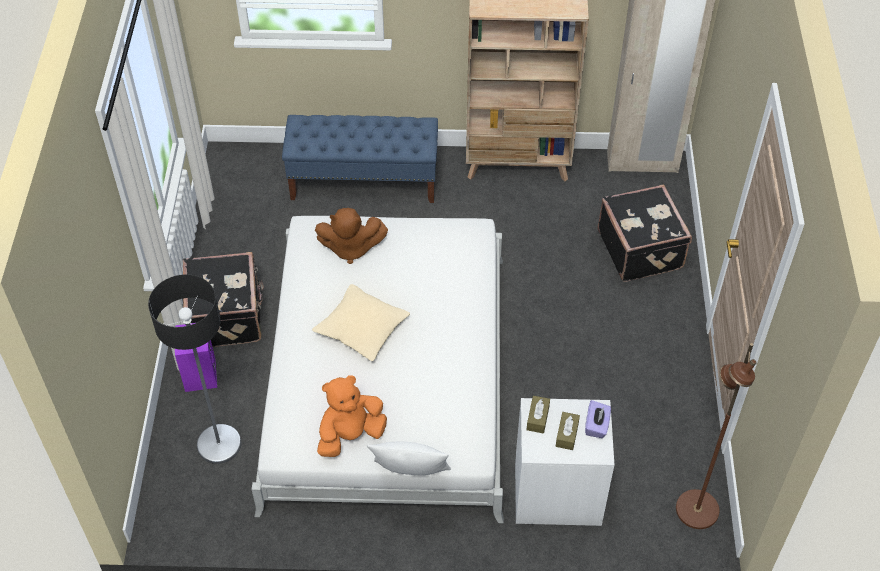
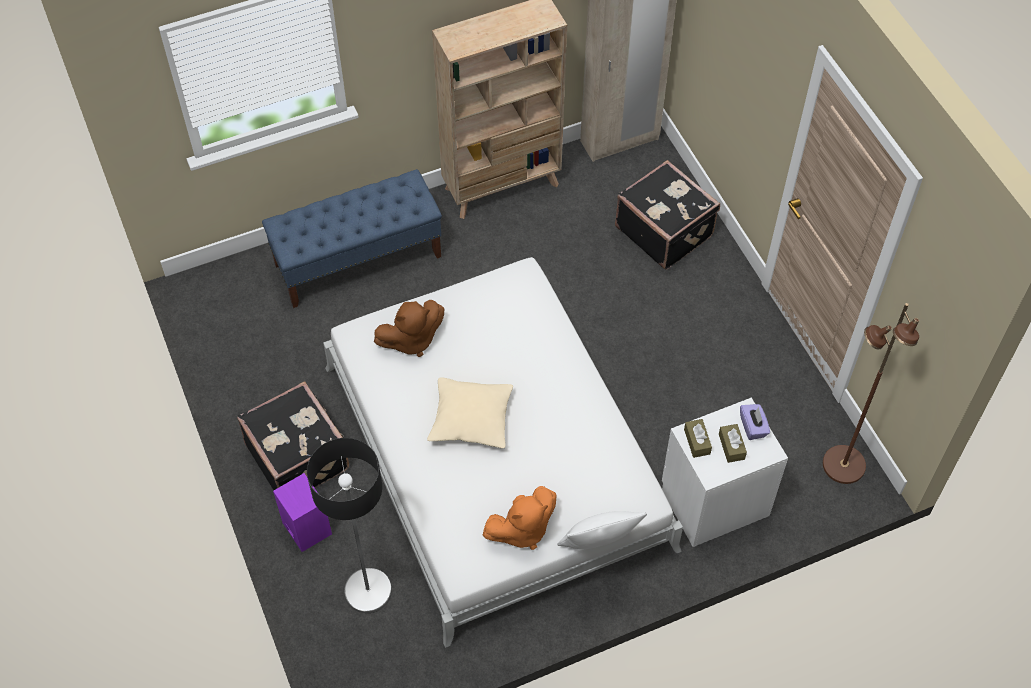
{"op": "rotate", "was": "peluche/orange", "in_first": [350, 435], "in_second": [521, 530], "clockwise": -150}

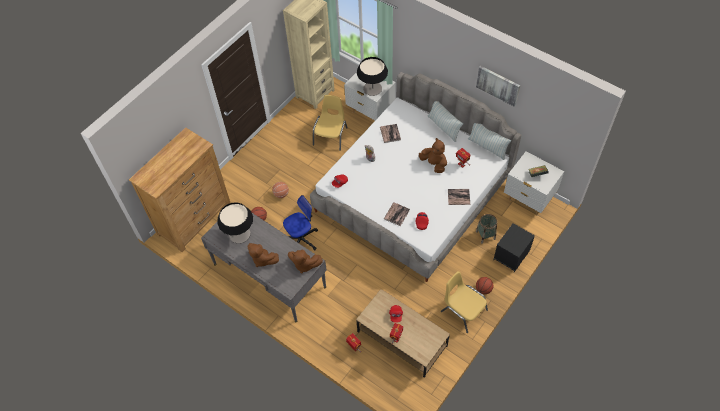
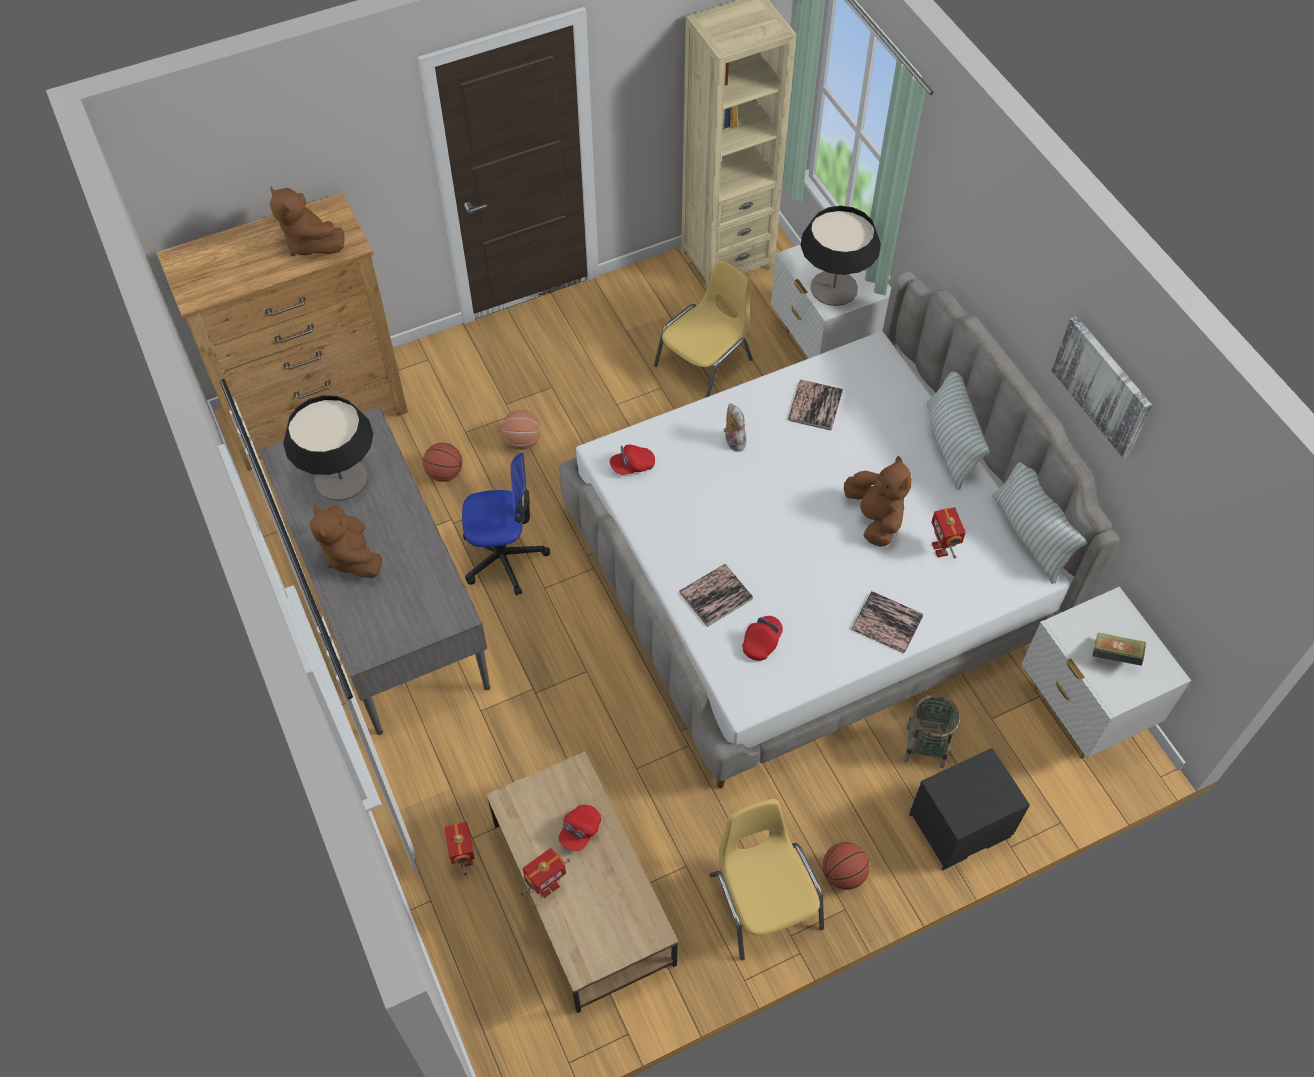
{"op": "move", "was": "peluche/marron", "in_first": [304, 264], "in_second": [310, 243]}

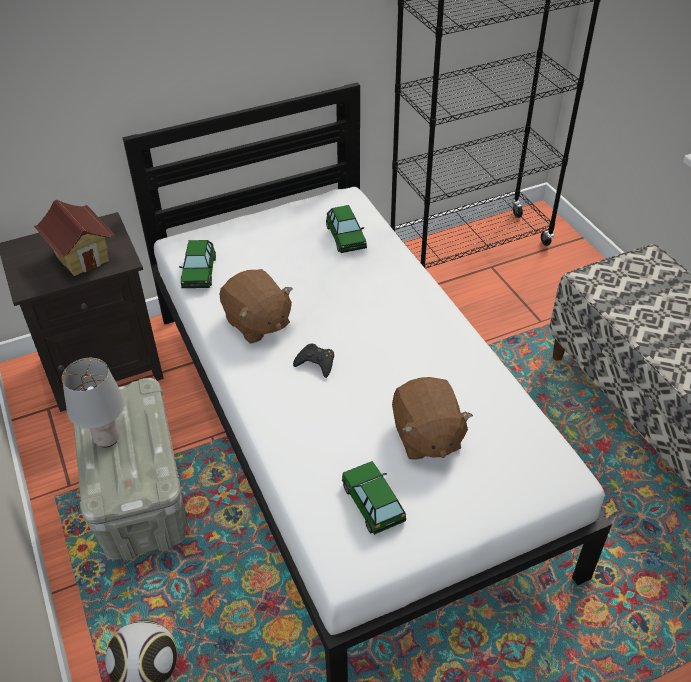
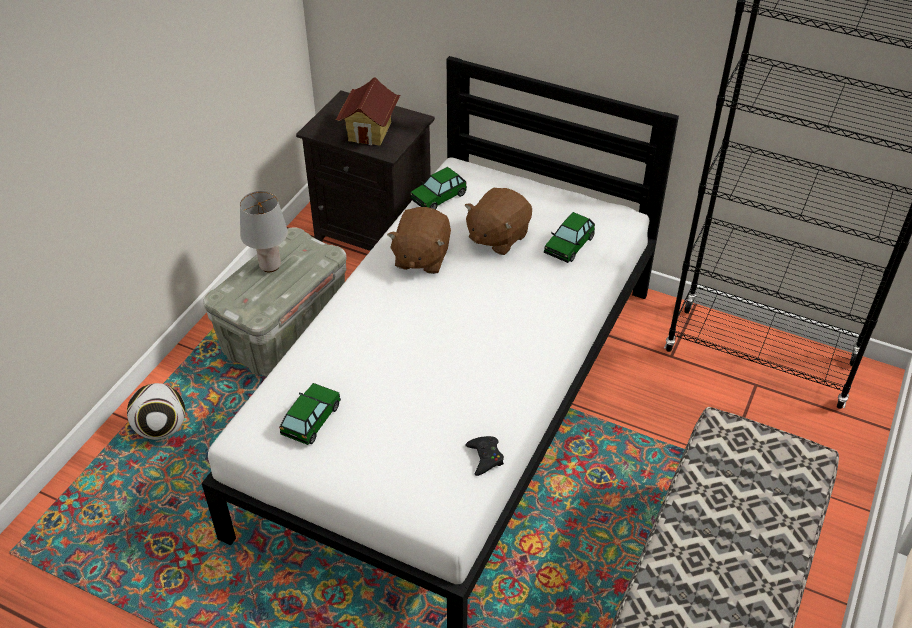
{"op": "move", "was": "manette/noir", "in_first": [316, 363], "in_second": [485, 457]}
{"op": "move", "was": "peluche/marron", "in_first": [426, 436], "in_second": [497, 237]}

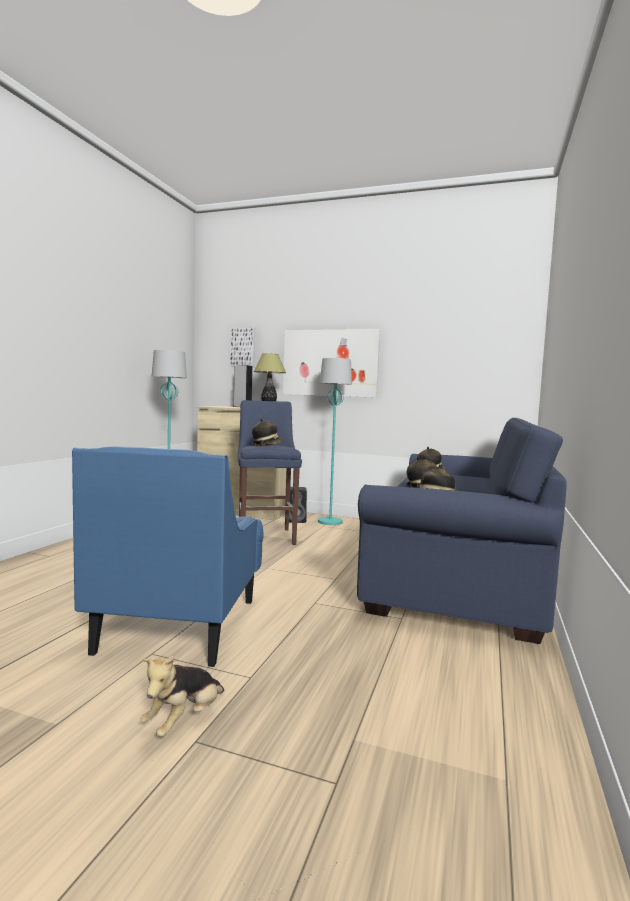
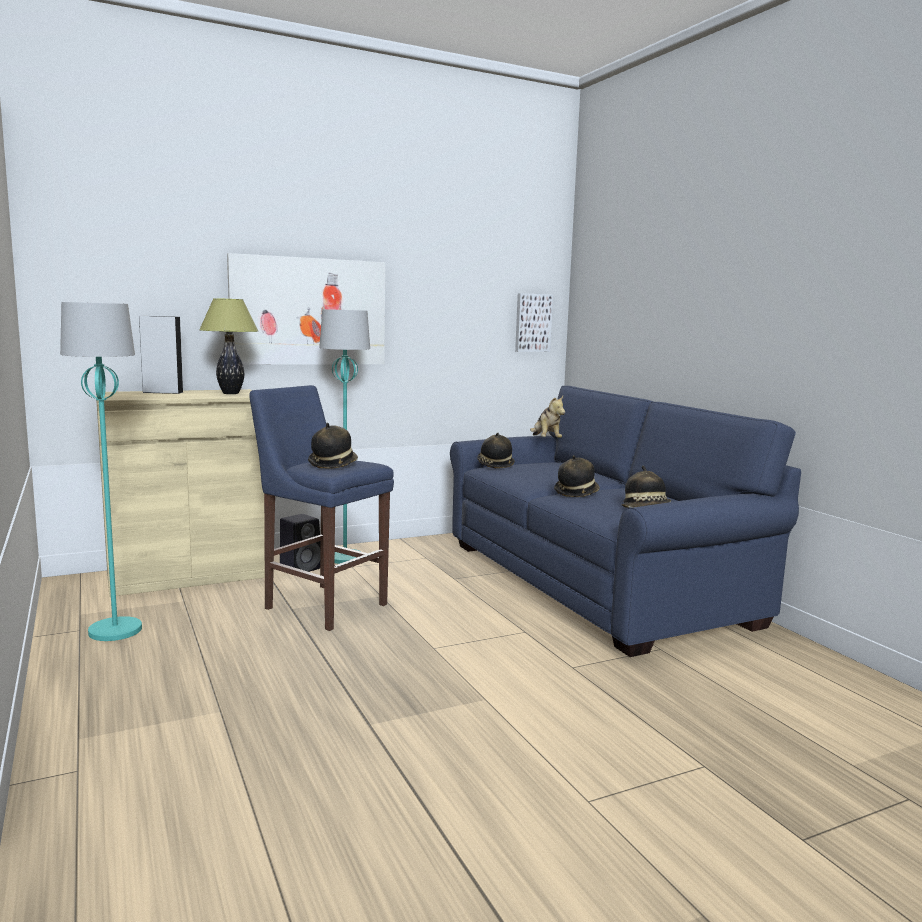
{"op": "move", "was": "tableau", "in_first": [243, 347], "in_second": [532, 322]}
{"op": "delete", "was": "fauteuil/bleu", "in_first": [181, 624]}
{"op": "move", "was": "peluche", "in_first": [183, 720], "in_second": [546, 440]}

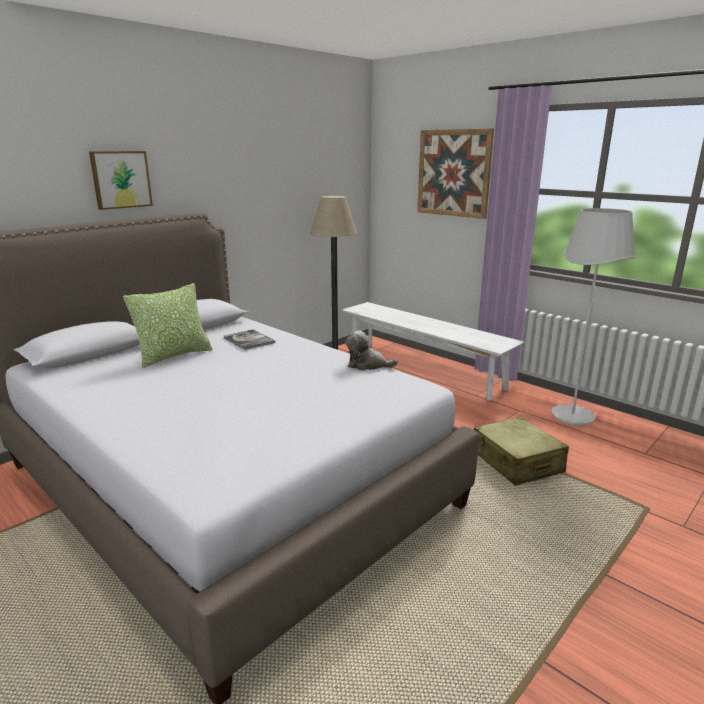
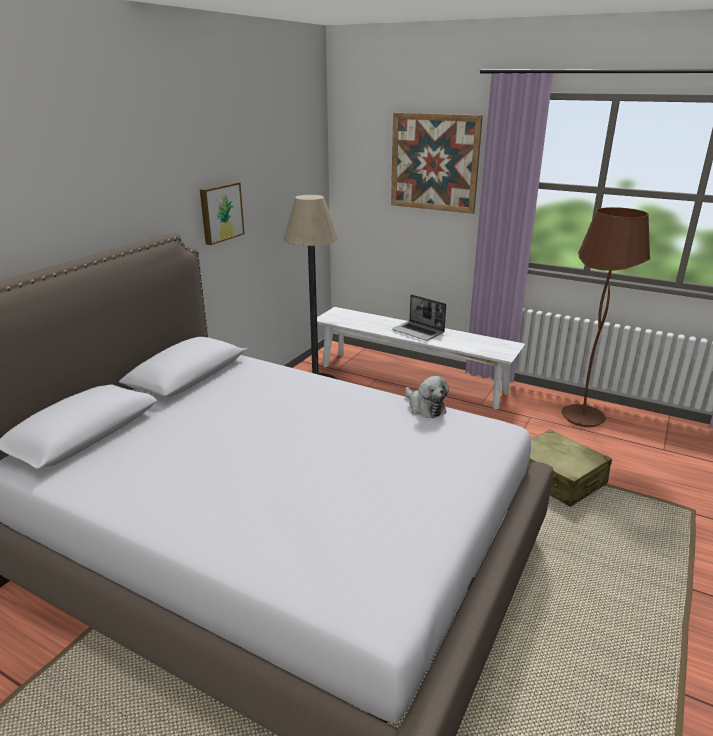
{"op": "move", "was": "tableau", "in_first": [120, 179], "in_second": [220, 212]}
{"op": "recolor", "was": "lampadaire/blanc", "now": "lampadaire/marron", "in_first": [572, 417], "in_second": [583, 418]}
{"op": "delete", "was": "coussin", "in_first": [174, 355]}
{"op": "delete", "was": "livre", "in_first": [249, 340]}
{"op": "rotate", "was": "peluche", "in_first": [367, 365], "in_second": [425, 407], "clockwise": -120}
{"op": "insert", "now": "ordinateur portable", "in_second": [418, 332]}

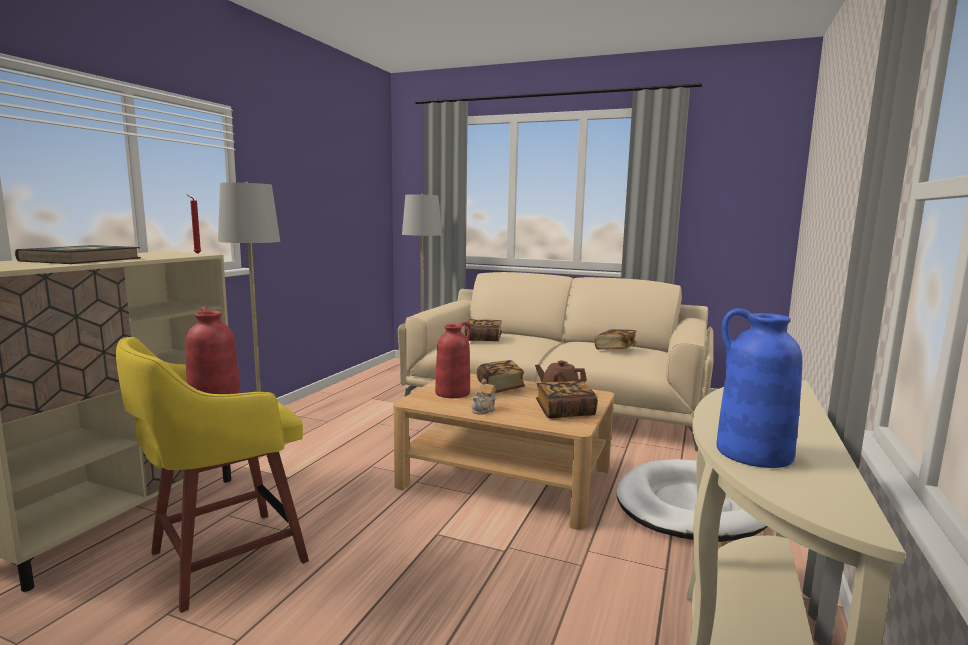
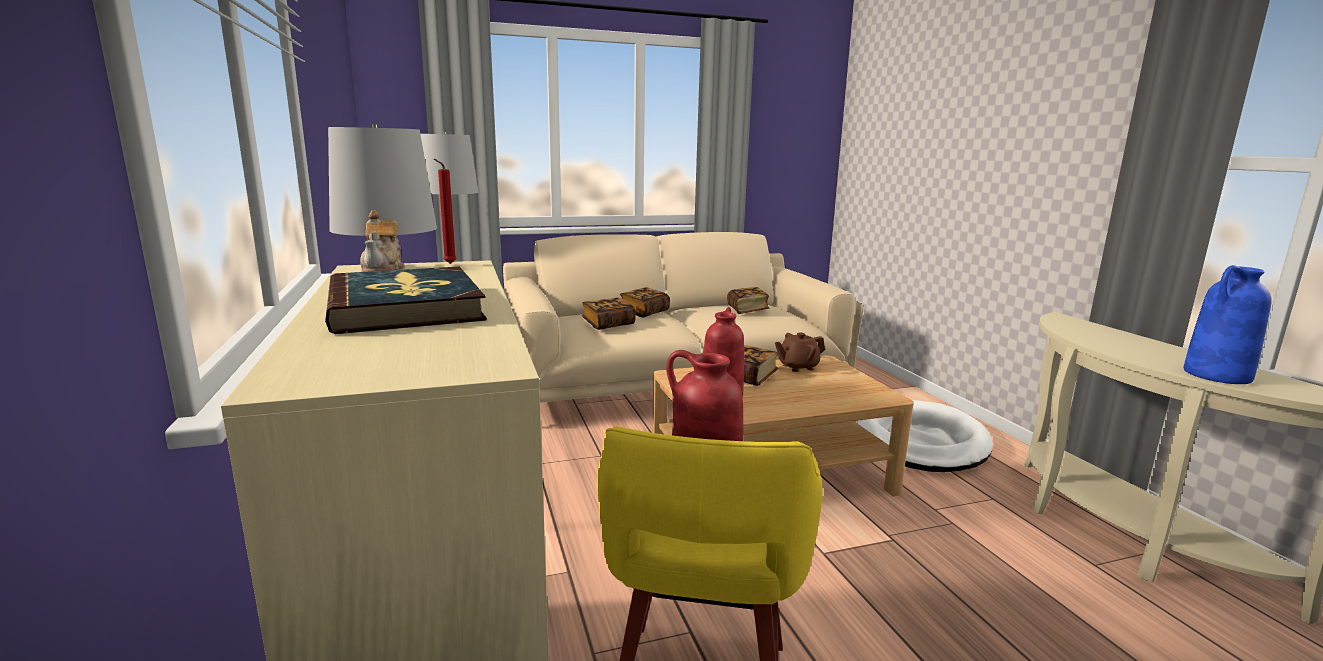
{"op": "move", "was": "théière", "in_first": [484, 410], "in_second": [384, 269]}
{"op": "move", "was": "livre", "in_first": [565, 411], "in_second": [644, 312]}

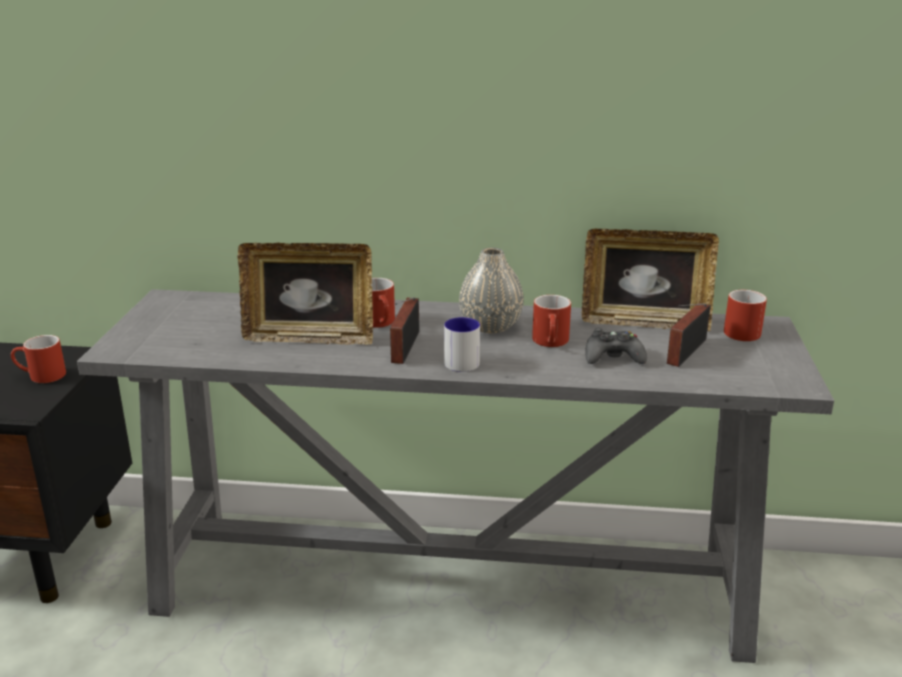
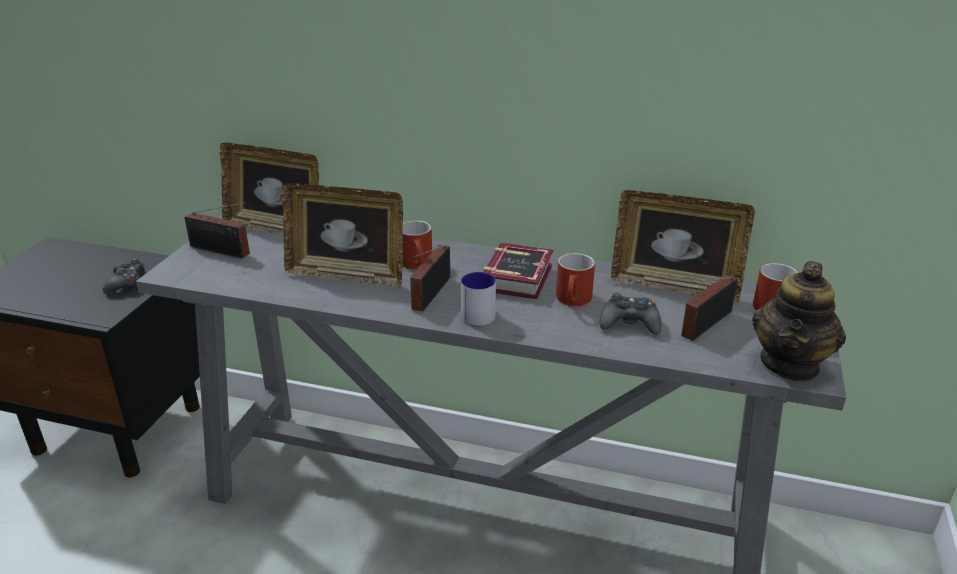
{"op": "replace", "was": "vase/gris", "now": "livre", "in_first": [490, 326], "in_second": [520, 276]}
{"op": "replace", "was": "mug/rouge", "now": "manette/noir", "in_first": [40, 376], "in_second": [127, 283]}
{"op": "insert", "now": "cadre photo", "in_second": [276, 228]}
{"op": "insert", "now": "radio", "in_second": [222, 251]}
{"op": "insert", "now": "théière", "in_second": [790, 364]}

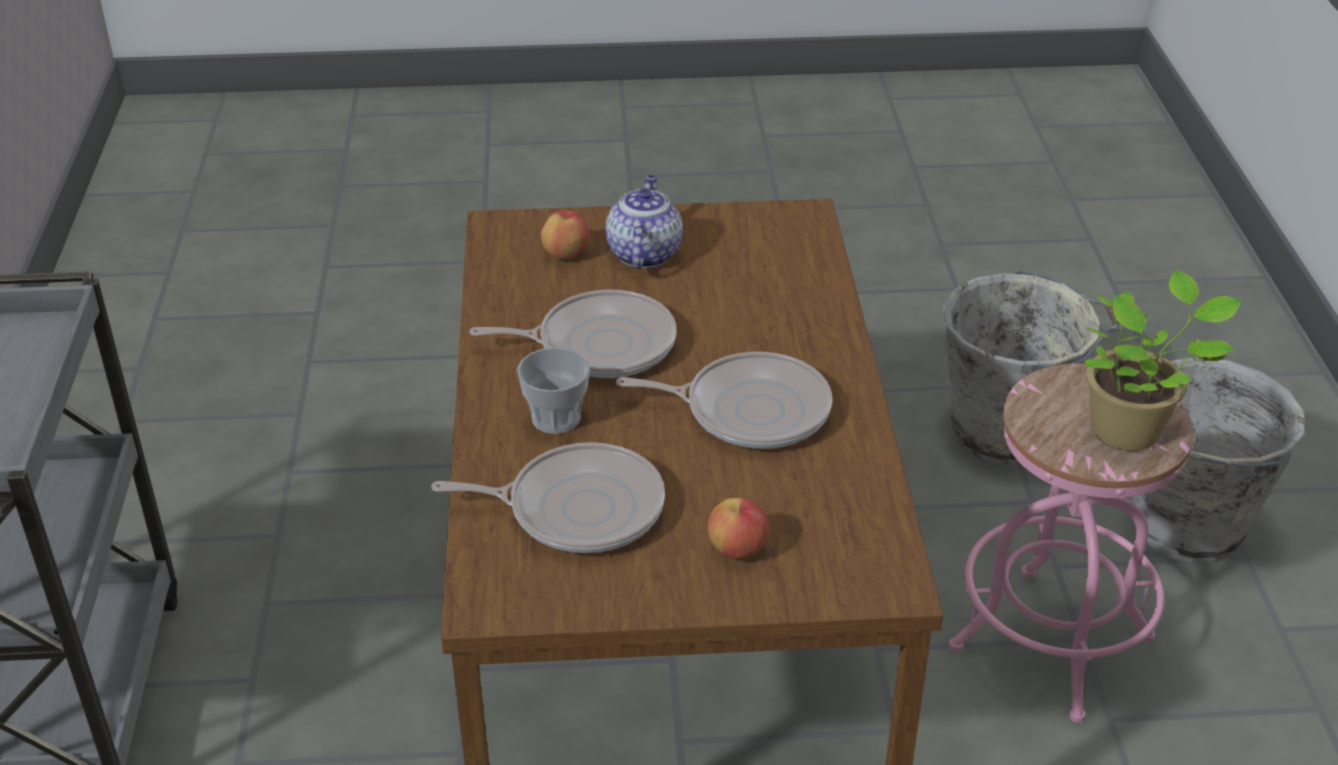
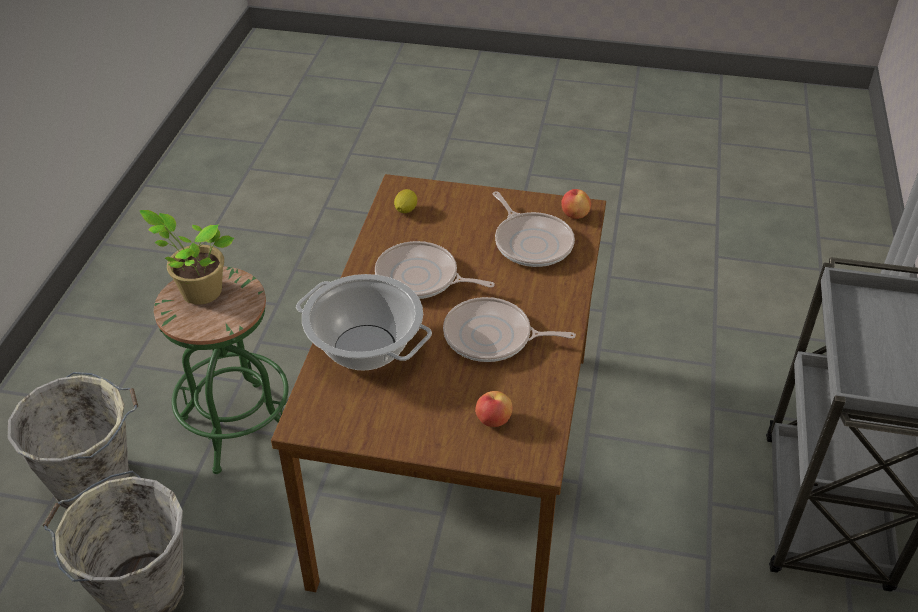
{"op": "delete", "was": "théière", "in_first": [643, 253]}
{"op": "delete", "was": "tasse", "in_first": [556, 418]}
{"op": "recolor", "was": "tabouret/rose", "now": "tabouret/vert", "in_first": [1051, 642], "in_second": [237, 426]}
{"op": "rotate", "was": "poêle", "in_first": [578, 508], "in_second": [531, 242], "clockwise": -135}
{"op": "move", "was": "pomme", "in_first": [738, 549], "in_second": [574, 215]}
{"op": "insert", "now": "citron", "in_second": [405, 210]}
{"op": "insert", "now": "marmite", "in_second": [366, 347]}

